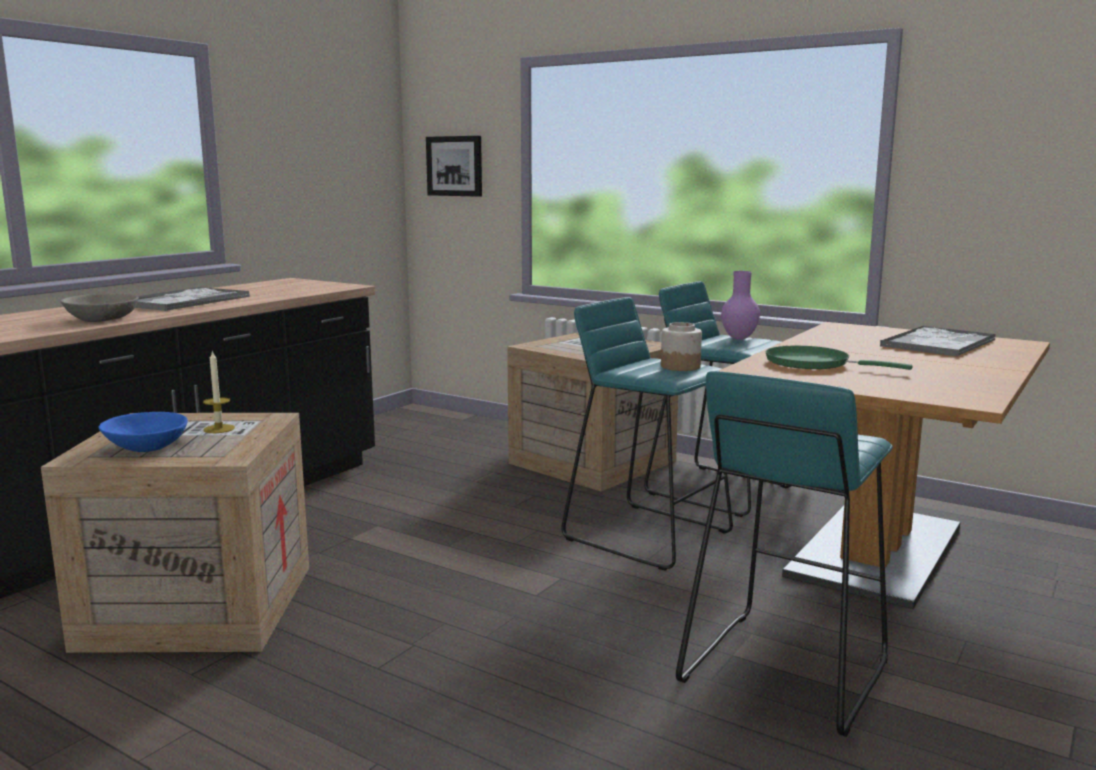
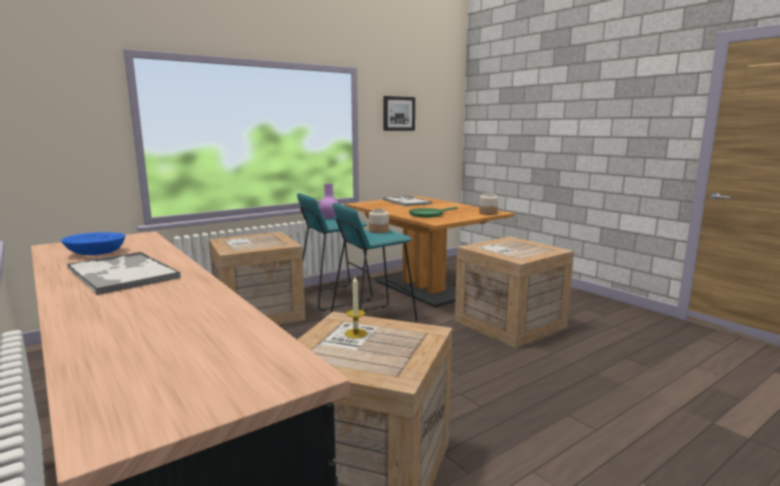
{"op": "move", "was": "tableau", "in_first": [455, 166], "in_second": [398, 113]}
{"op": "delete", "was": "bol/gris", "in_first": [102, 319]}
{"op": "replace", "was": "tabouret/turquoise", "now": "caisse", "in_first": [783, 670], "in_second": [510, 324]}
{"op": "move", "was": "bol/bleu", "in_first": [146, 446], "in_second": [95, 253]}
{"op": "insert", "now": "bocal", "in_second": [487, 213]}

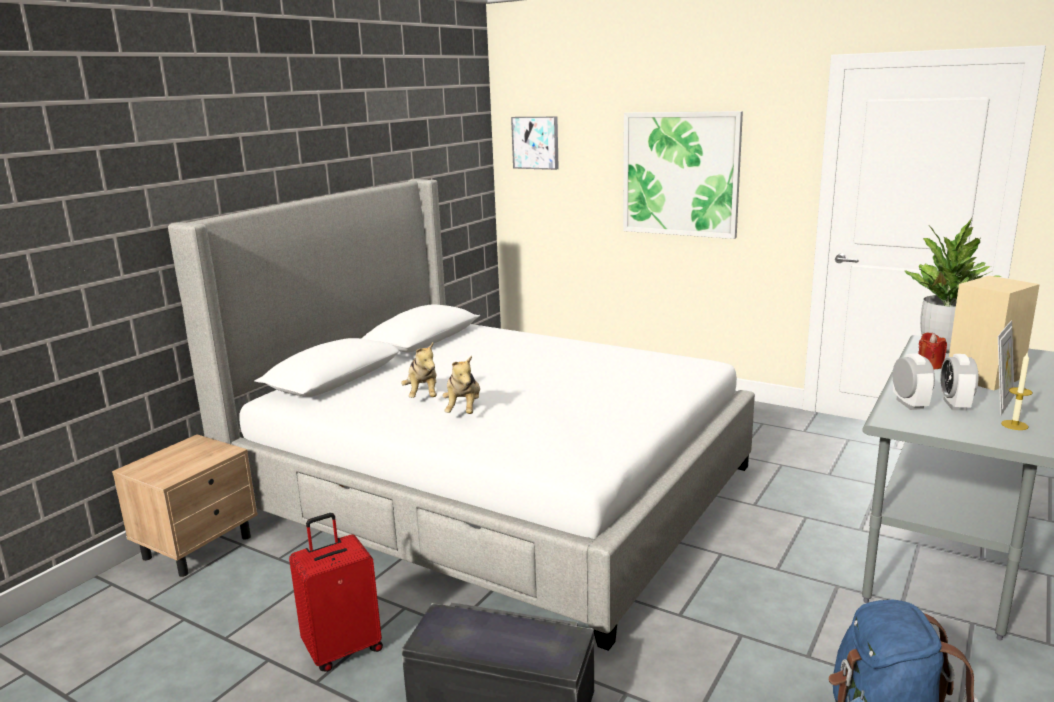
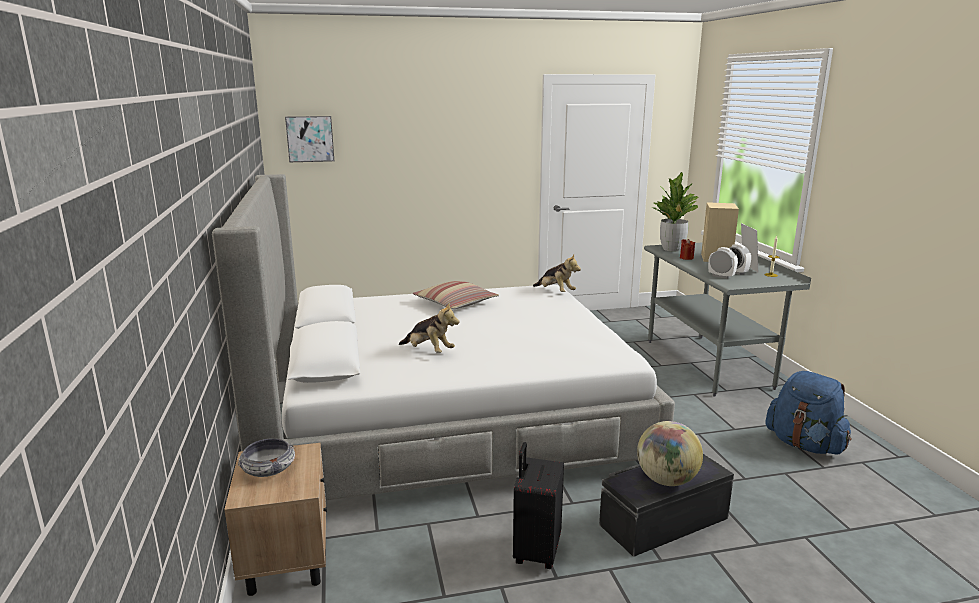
{"op": "delete", "was": "tableau", "in_first": [680, 174]}
{"op": "move", "was": "peluche", "in_first": [464, 410], "in_second": [555, 292]}
{"op": "recolor", "was": "valise/rouge", "now": "valise/noir", "in_first": [343, 649], "in_second": [535, 551]}
{"op": "insert", "now": "coussin", "in_second": [455, 303]}
{"op": "insert", "now": "globe", "in_second": [666, 480]}
{"op": "insert", "now": "bol", "in_second": [268, 469]}

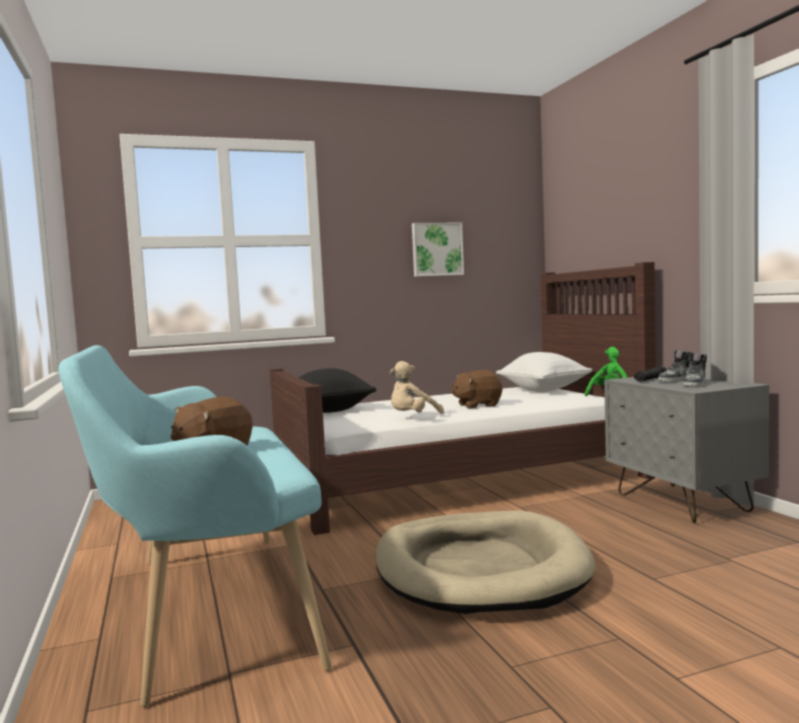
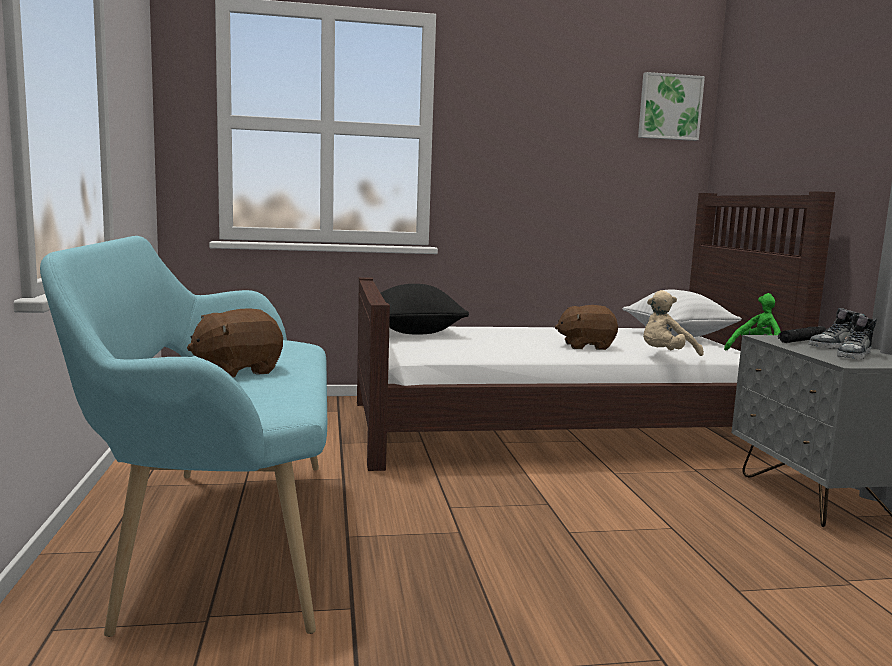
{"op": "move", "was": "tableau", "in_first": [436, 249], "in_second": [669, 107]}
{"op": "move", "was": "peluche/beige", "in_first": [412, 417], "in_second": [665, 356]}
{"op": "delete", "was": "panier pour chien/beige", "in_first": [480, 569]}

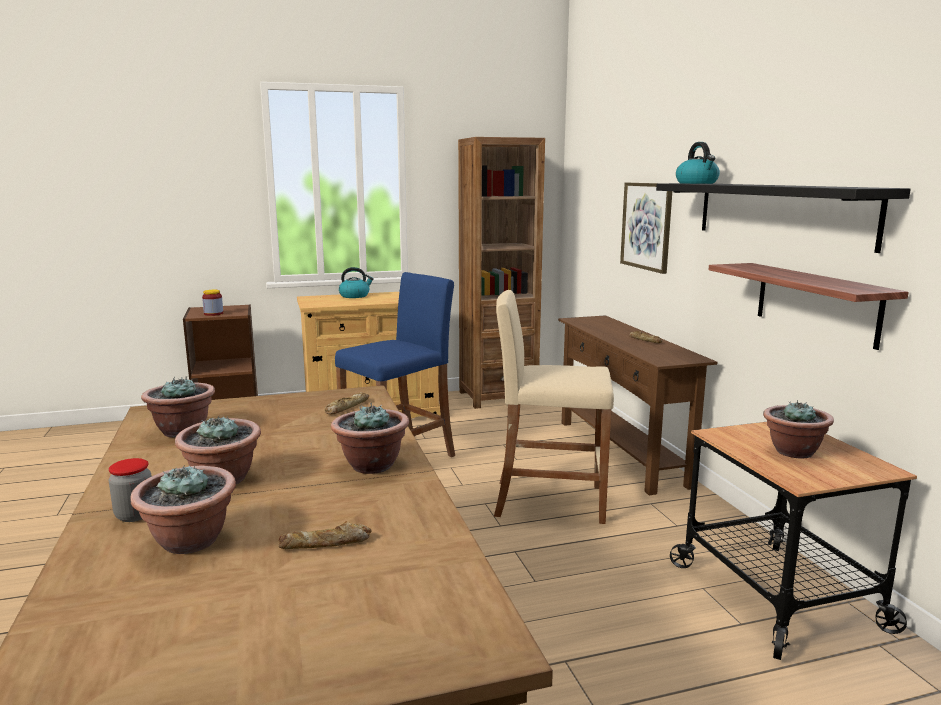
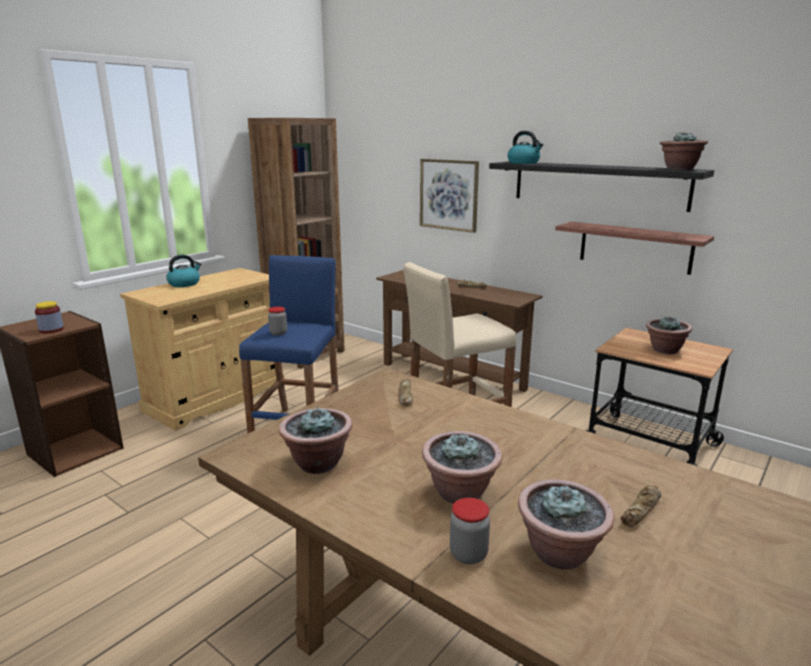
{"op": "move", "was": "plante en pot", "in_first": [371, 465], "in_second": [679, 169]}
{"op": "insert", "now": "bocal", "in_second": [278, 333]}

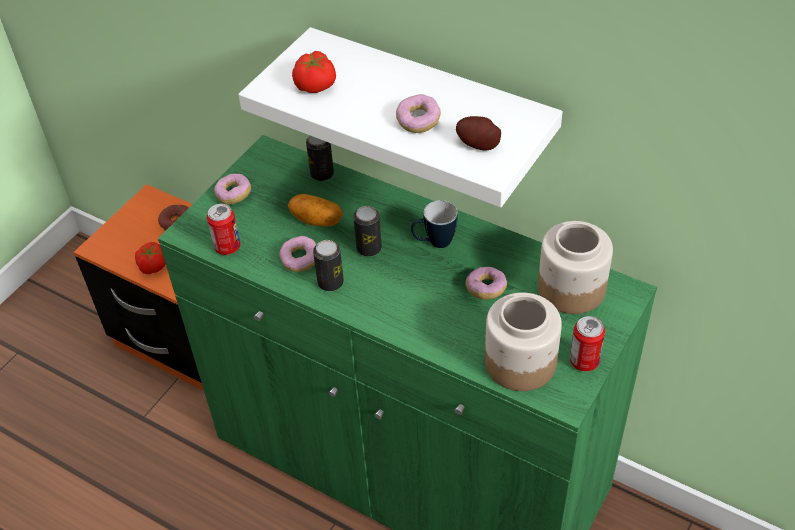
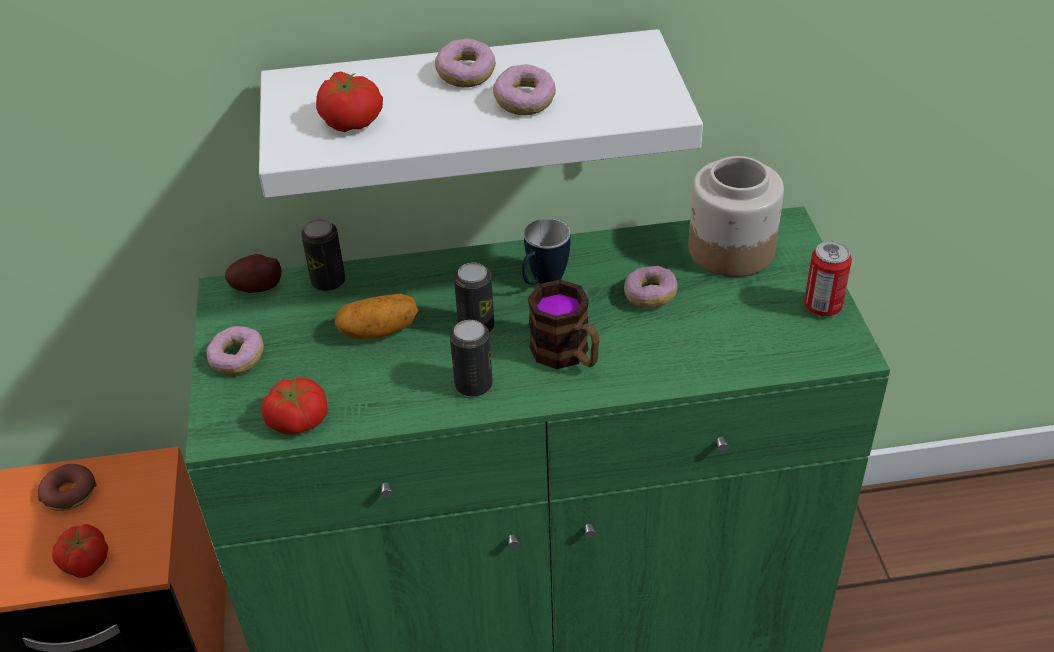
{"op": "move", "was": "pomme de terre", "in_first": [477, 144], "in_second": [256, 287]}
{"op": "replace", "was": "boîte métallique", "now": "tomate", "in_first": [227, 247], "in_second": [297, 419]}
{"op": "move", "was": "beignet", "in_first": [300, 260], "in_second": [466, 75]}
{"op": "delete", "was": "bocal", "in_first": [519, 363]}
{"op": "insert", "now": "mug", "in_second": [567, 355]}

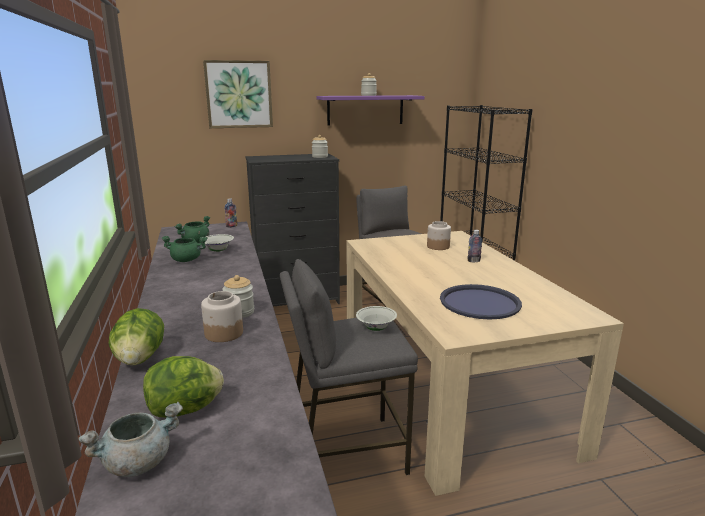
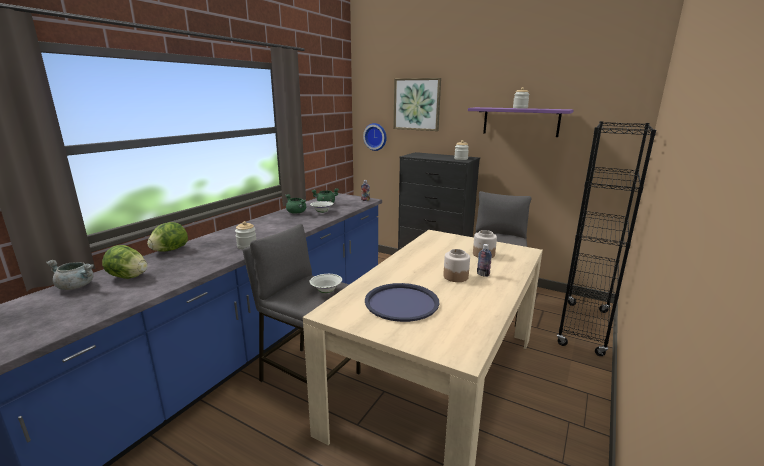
{"op": "move", "was": "bocal", "in_first": [223, 333], "in_second": [455, 276]}
{"op": "insert", "now": "horloge murale", "in_second": [376, 136]}

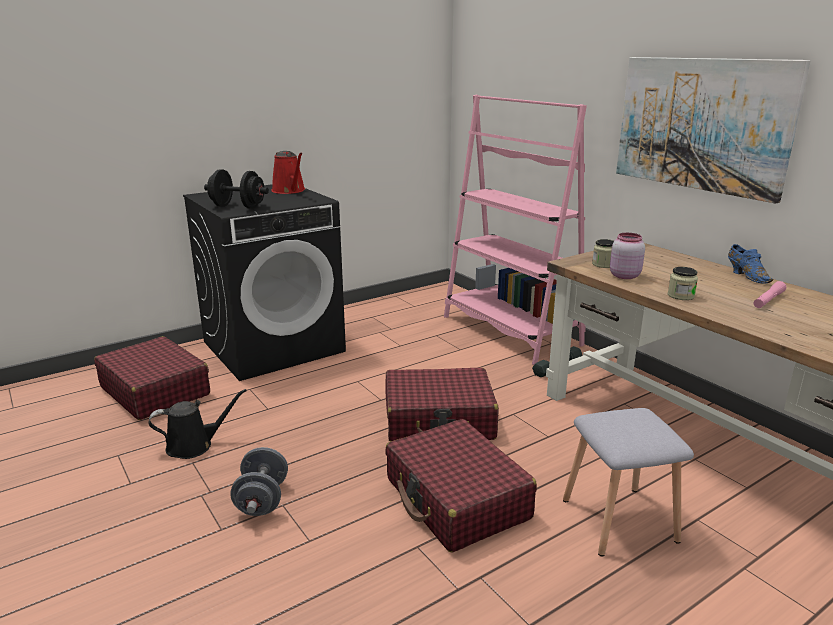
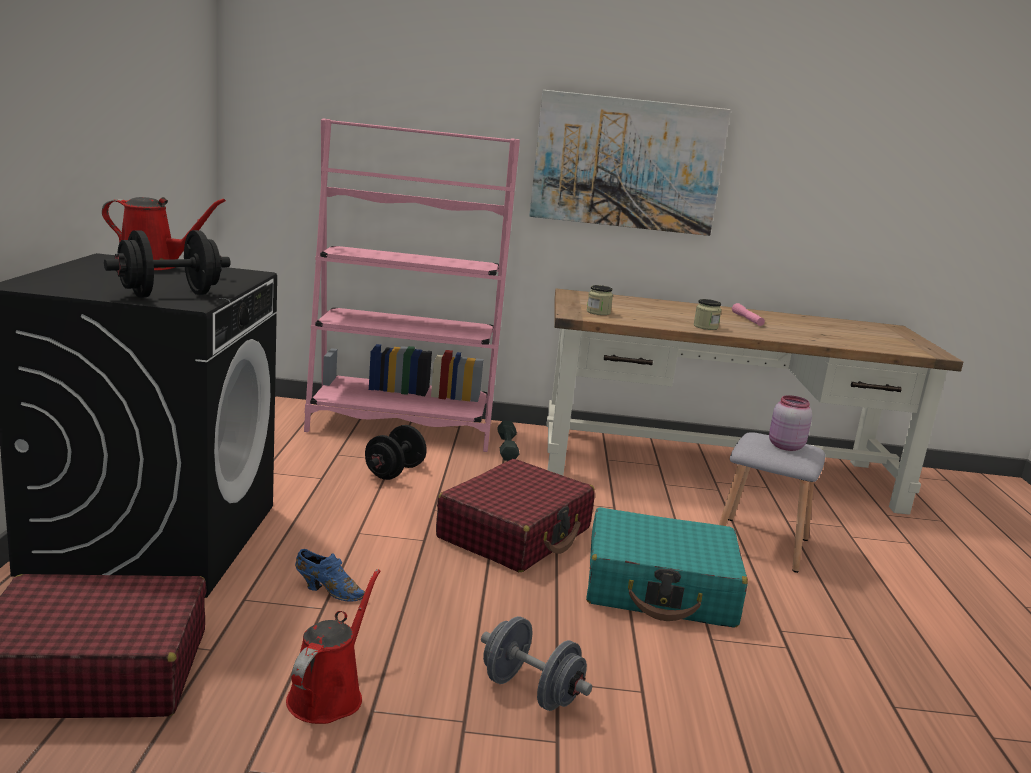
{"op": "move", "was": "bocal/rose", "in_first": [623, 275], "in_second": [784, 446]}
{"op": "move", "was": "chaussure/bleu", "in_first": [746, 276], "in_second": [328, 591]}
{"op": "recolor", "was": "arrosoir/noir", "now": "arrosoir/rouge", "in_first": [194, 445], "in_second": [329, 694]}
{"op": "recolor", "was": "valise/rouge", "now": "valise/turquoise", "in_first": [457, 499], "in_second": [660, 588]}
{"op": "insert", "now": "haltère/noir", "in_second": [394, 472]}

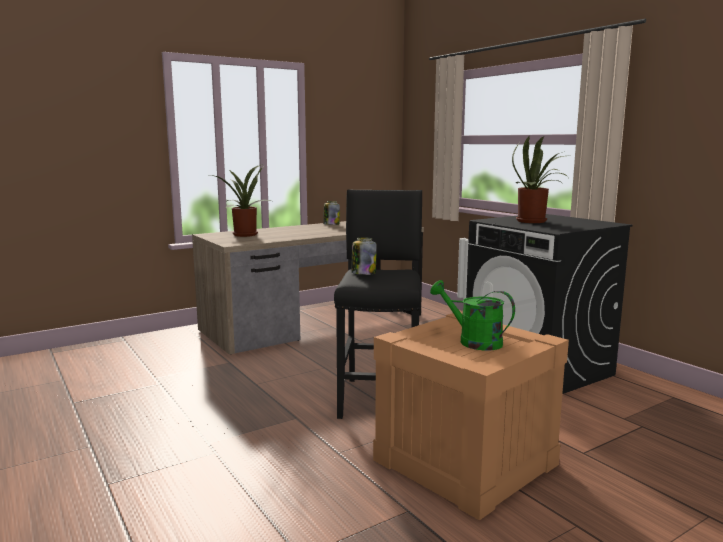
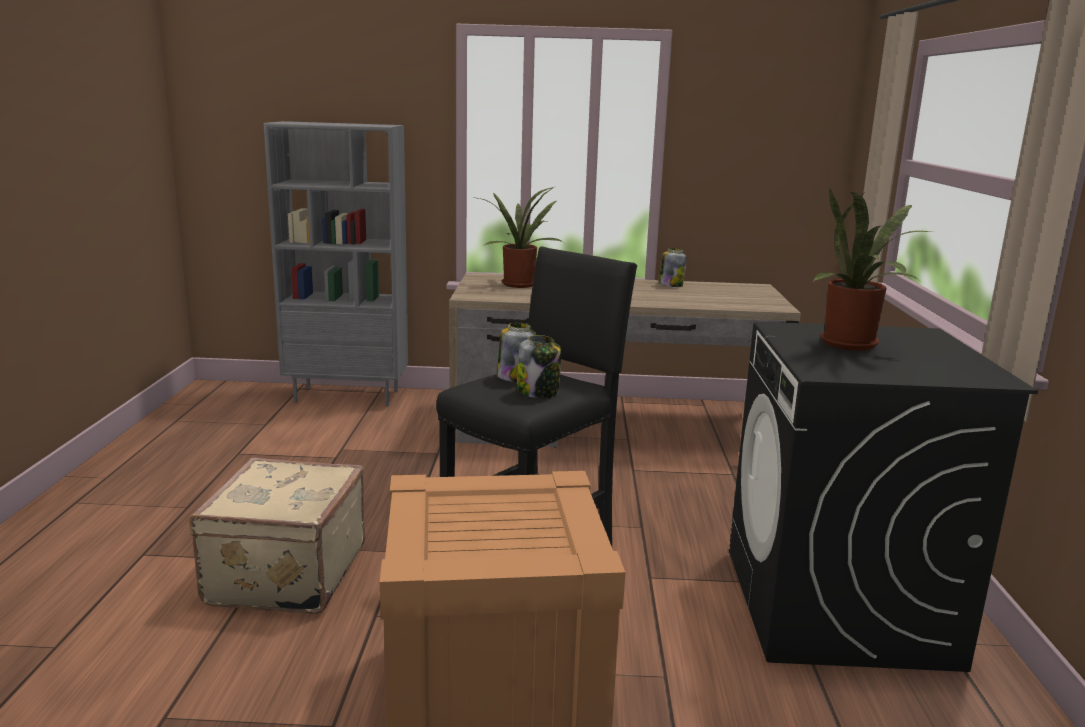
{"op": "delete", "was": "arrosoir/vert", "in_first": [473, 341]}
{"op": "insert", "now": "bibliothèque/gris", "in_second": [348, 396]}
{"op": "insert", "now": "bocal", "in_second": [538, 392]}
{"op": "insert", "now": "valise/beige", "in_second": [284, 574]}

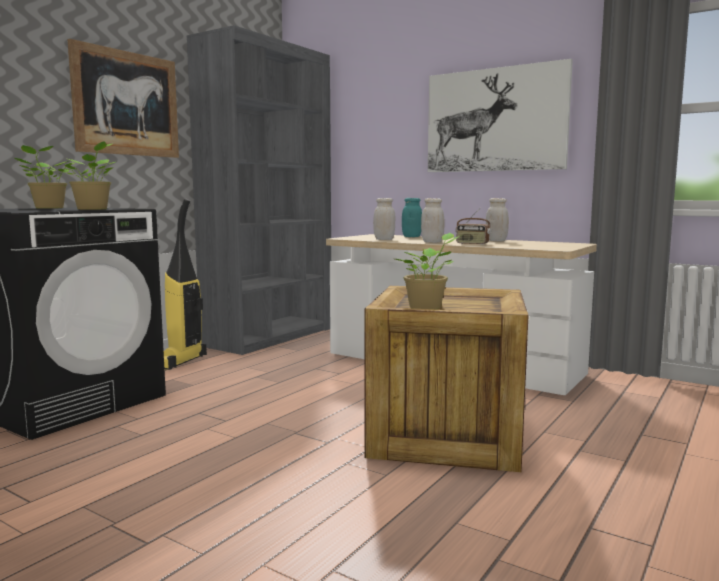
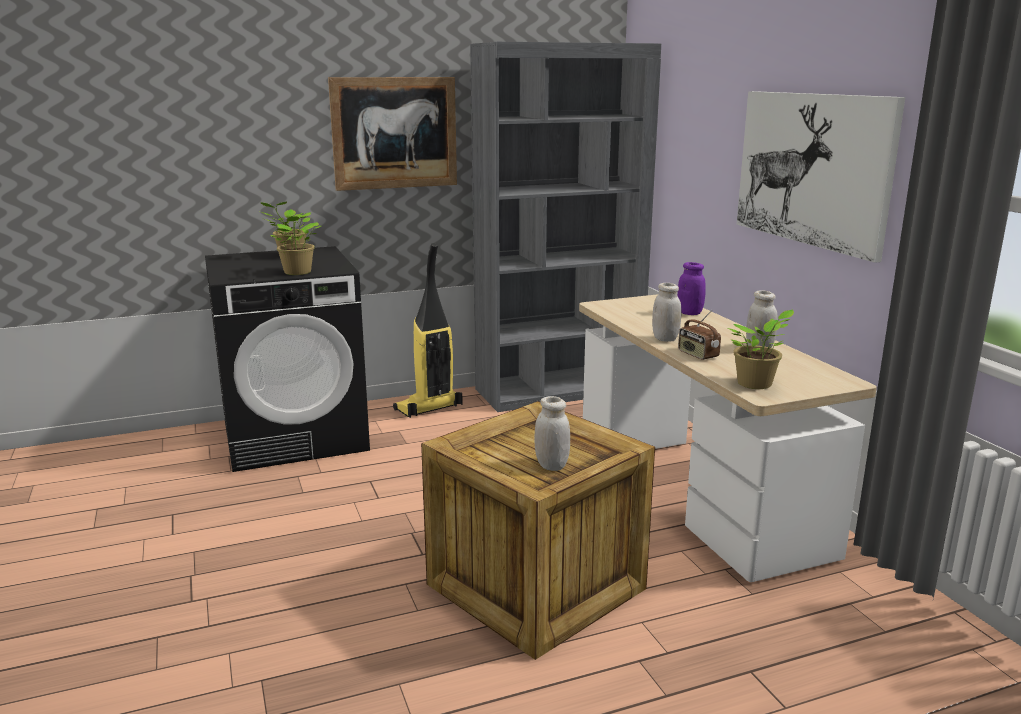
{"op": "move", "was": "bocal/blanc", "in_first": [384, 239], "in_second": [551, 465]}
{"op": "recolor", "was": "bocal/turquoise", "now": "bocal/violet", "in_first": [411, 236], "in_second": [690, 313]}
{"op": "move", "was": "plante en pot", "in_first": [427, 307], "in_second": [756, 384]}

